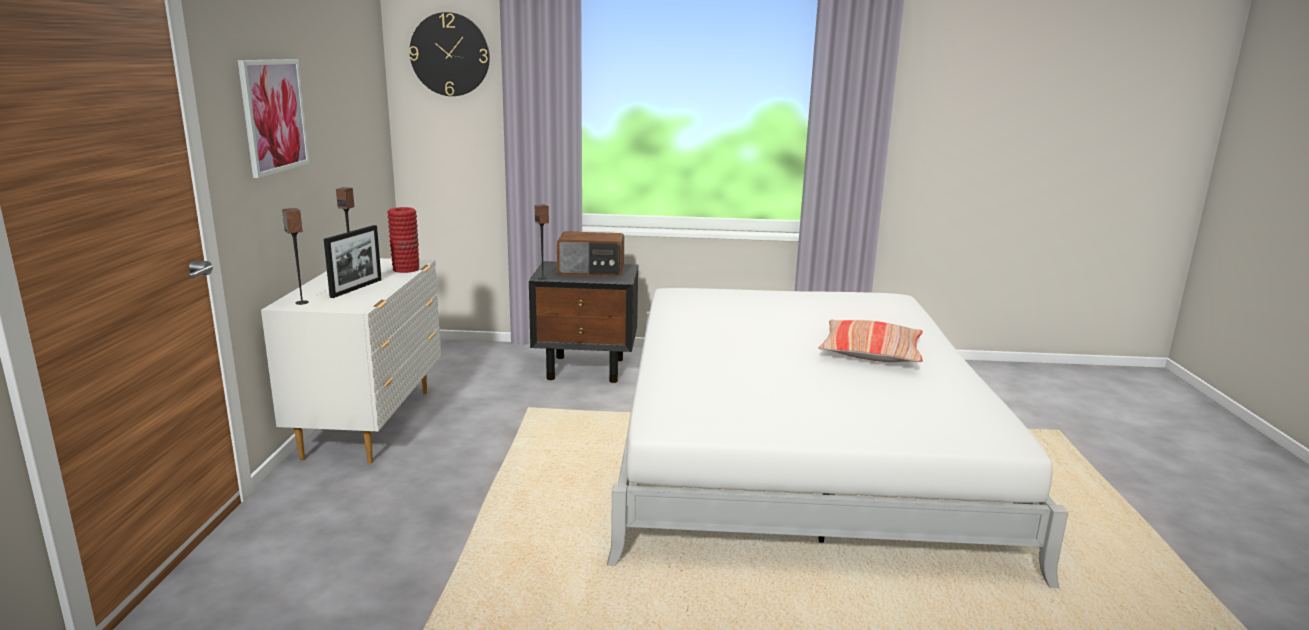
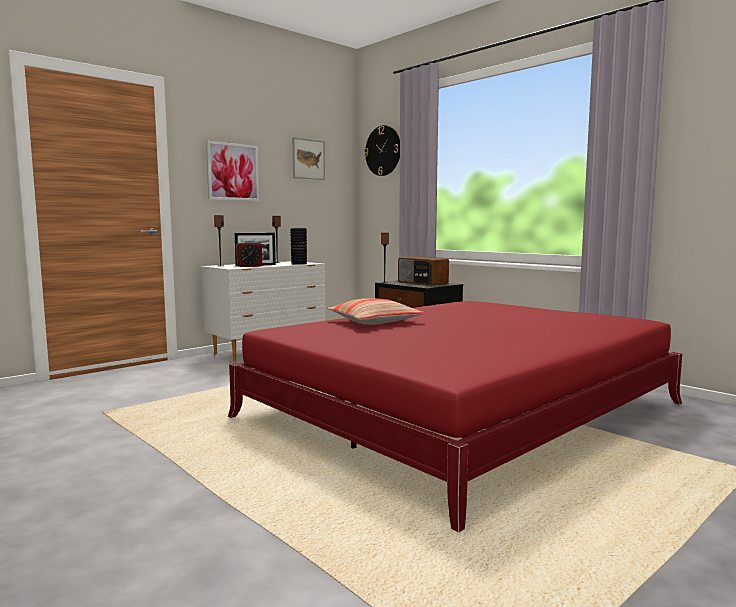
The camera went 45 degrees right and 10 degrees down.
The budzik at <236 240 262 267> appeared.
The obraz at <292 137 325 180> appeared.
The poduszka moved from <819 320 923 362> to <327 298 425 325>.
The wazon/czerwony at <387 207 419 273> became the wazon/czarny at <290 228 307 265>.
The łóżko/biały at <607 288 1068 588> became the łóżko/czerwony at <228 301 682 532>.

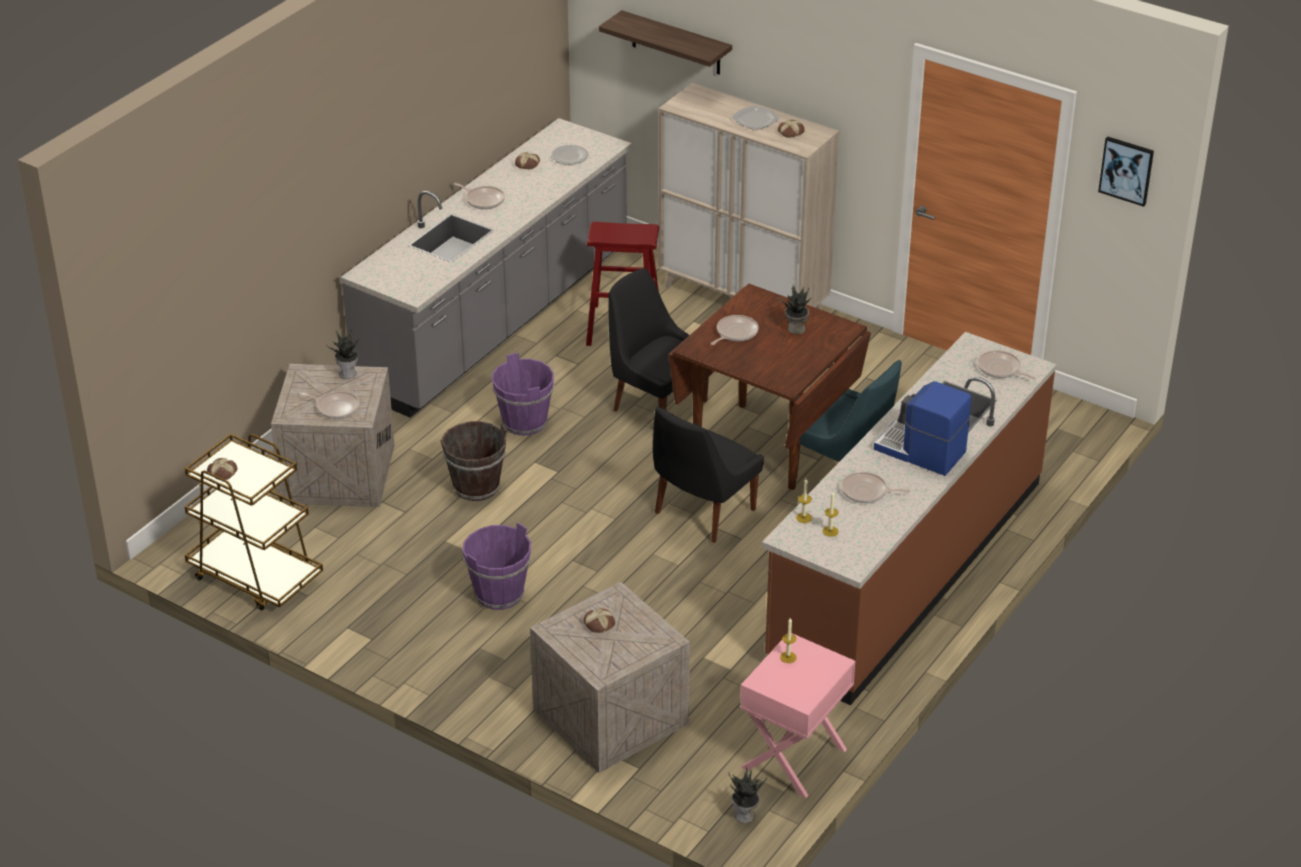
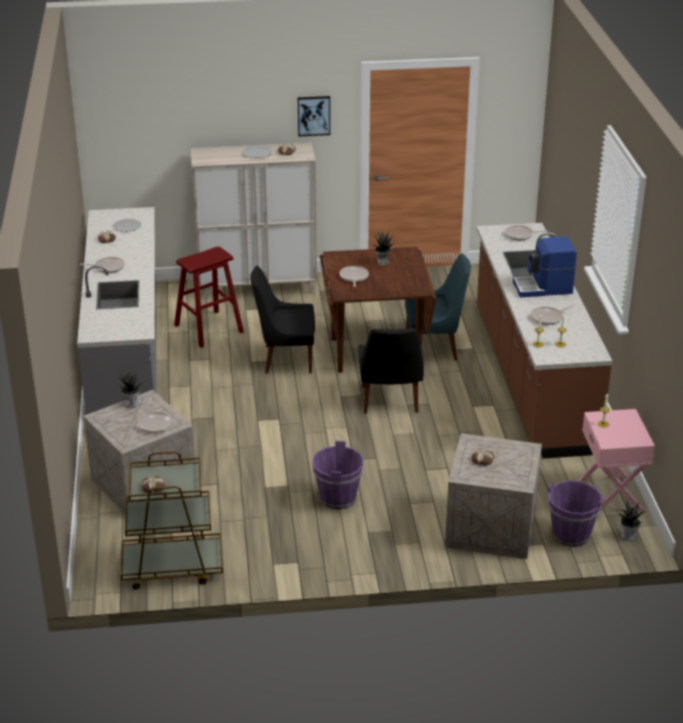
The camera went 40 degrees left and 5 degrees down.
The wiadro/brązowy at <440 421 507 501> disappeared.
The półka at <599 10 732 74> disappeared.
The wiadro/fioletowy moved from <492 353 554 435> to <548 481 604 547>.
The obraz moved from <1098 136 1154 207> to <298 96 330 136>.

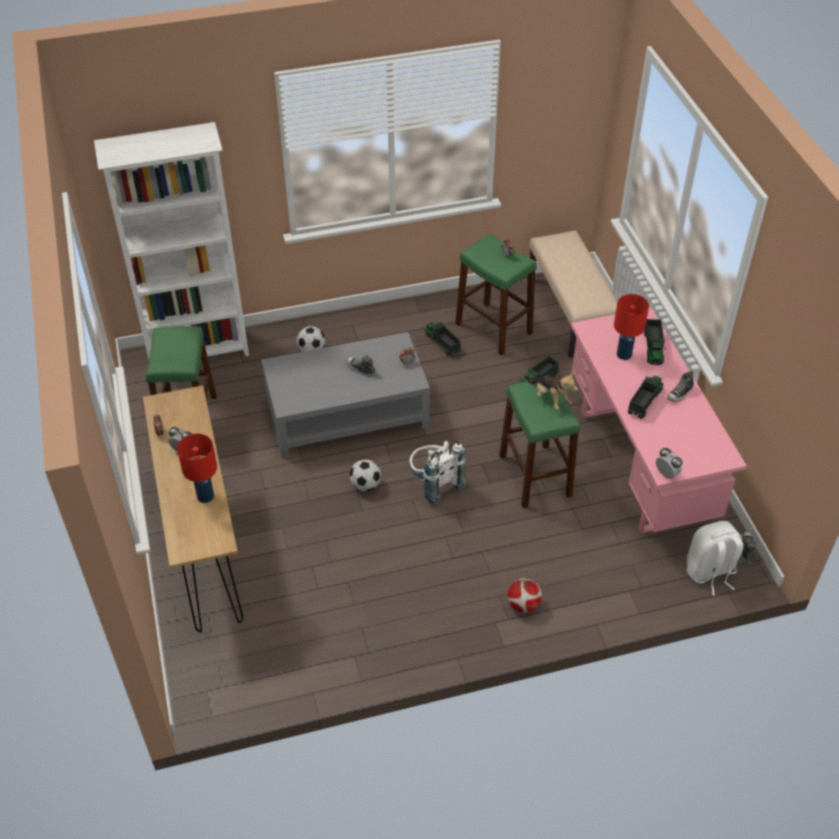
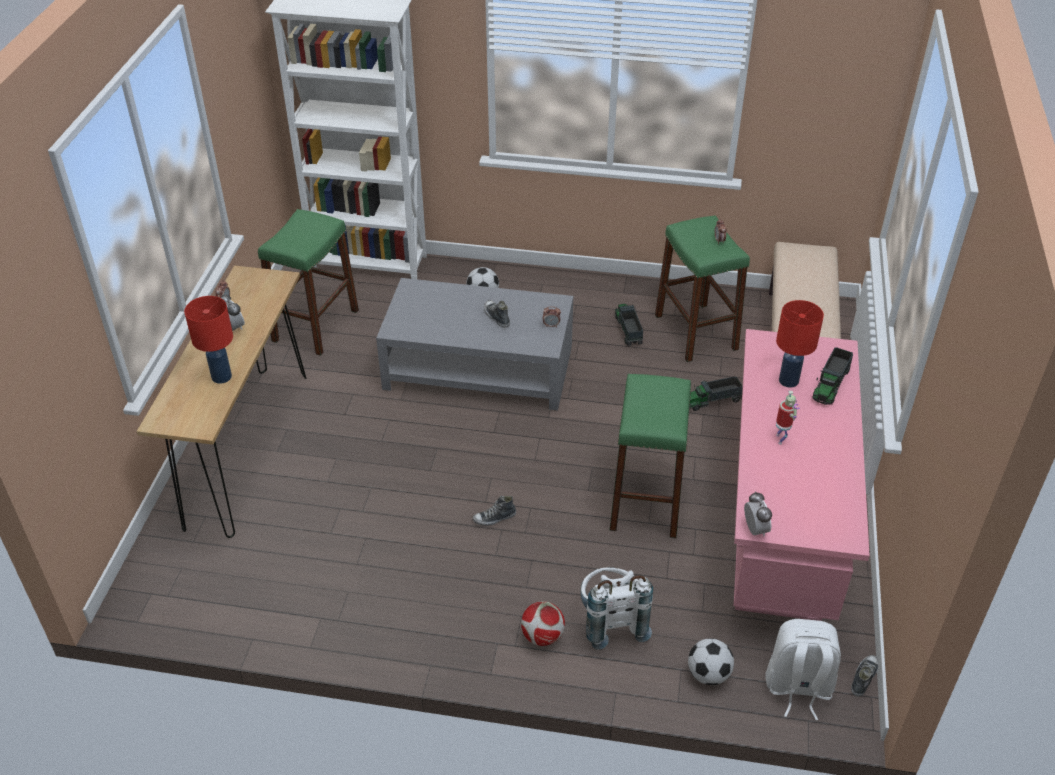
The camera went 25 degrees right and 5 degrees down.
The pluszak at <528 372 578 410> disappeared.
The piłka futbolowa moved from <349 459 381 491> to <688 638 734 685>.
The plecak/biały moved from <409 441 466 505> to <580 567 653 650>.
The but moved from <667 371 694 402> to <473 496 516 526>.
The ciężarówka zabawkowa at <628 376 664 419> was replaced by the robot zabawkowy at <776 391 800 445>.

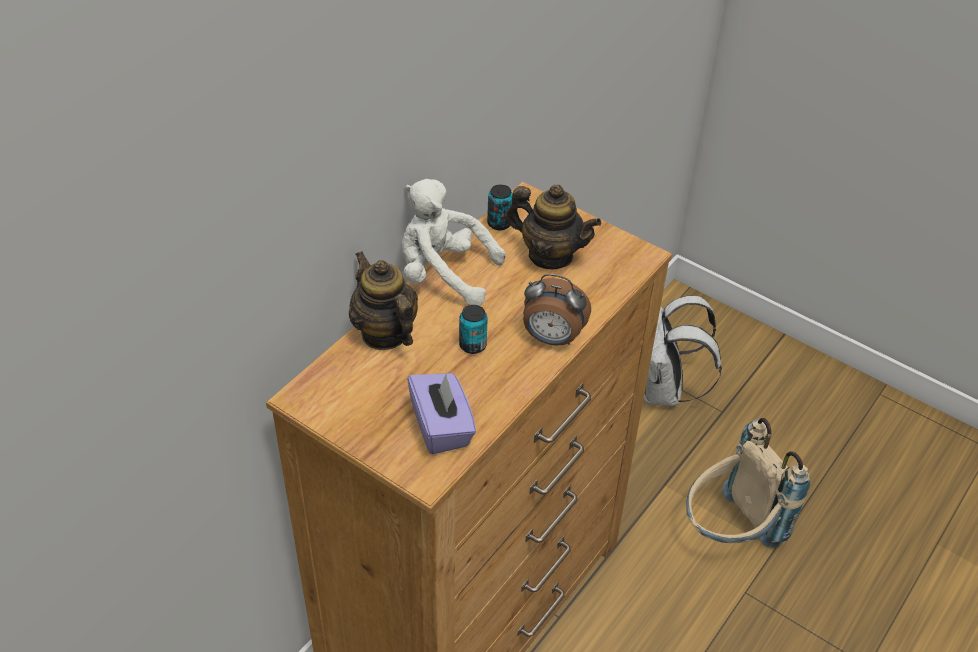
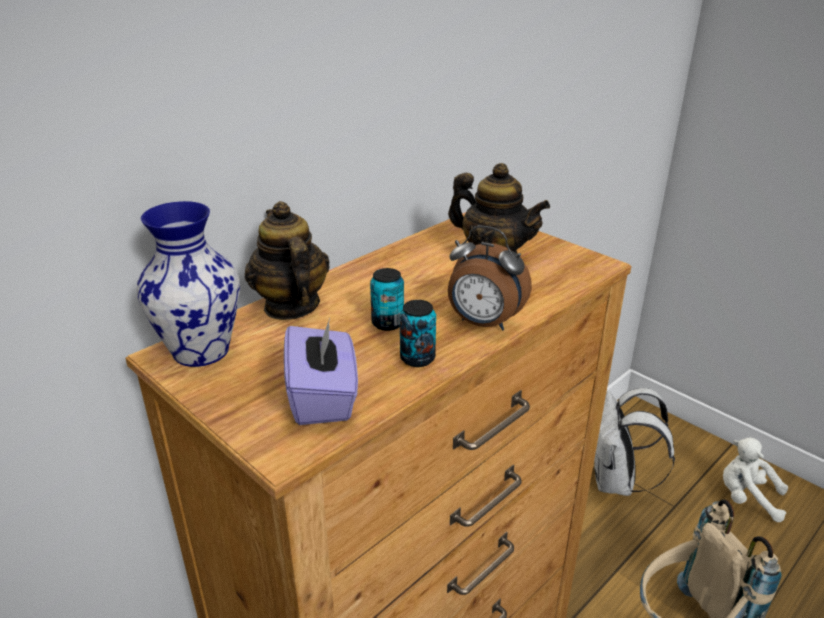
The camera went 10 degrees right and 15 degrees down.
The wazon at <137 201 240 367> appeared.
The pluszak/biały moved from <402 179 505 306> to <723 437 788 522>.
The puszka moved from <487 184 513 230> to <400 300 436 367>.

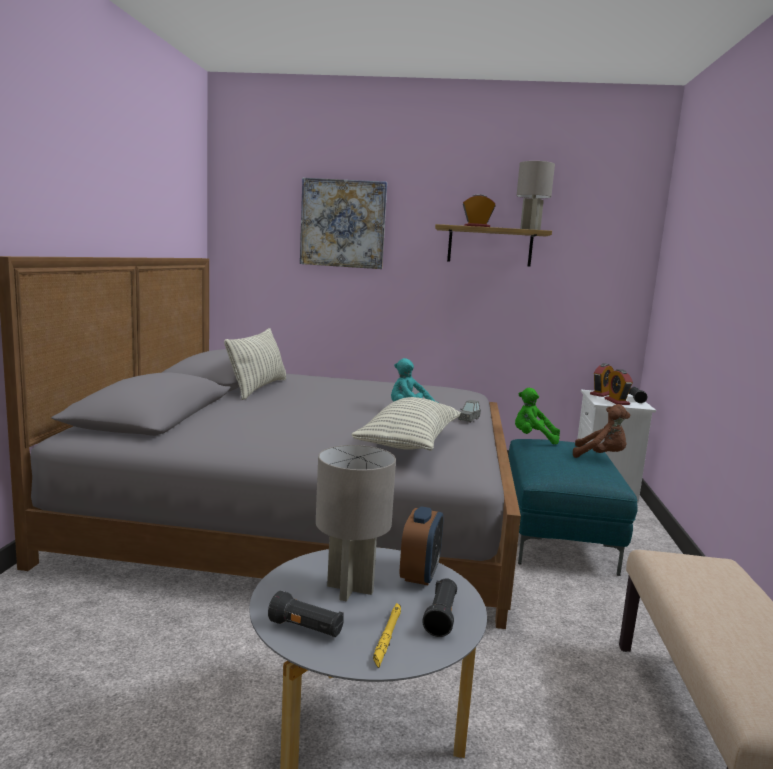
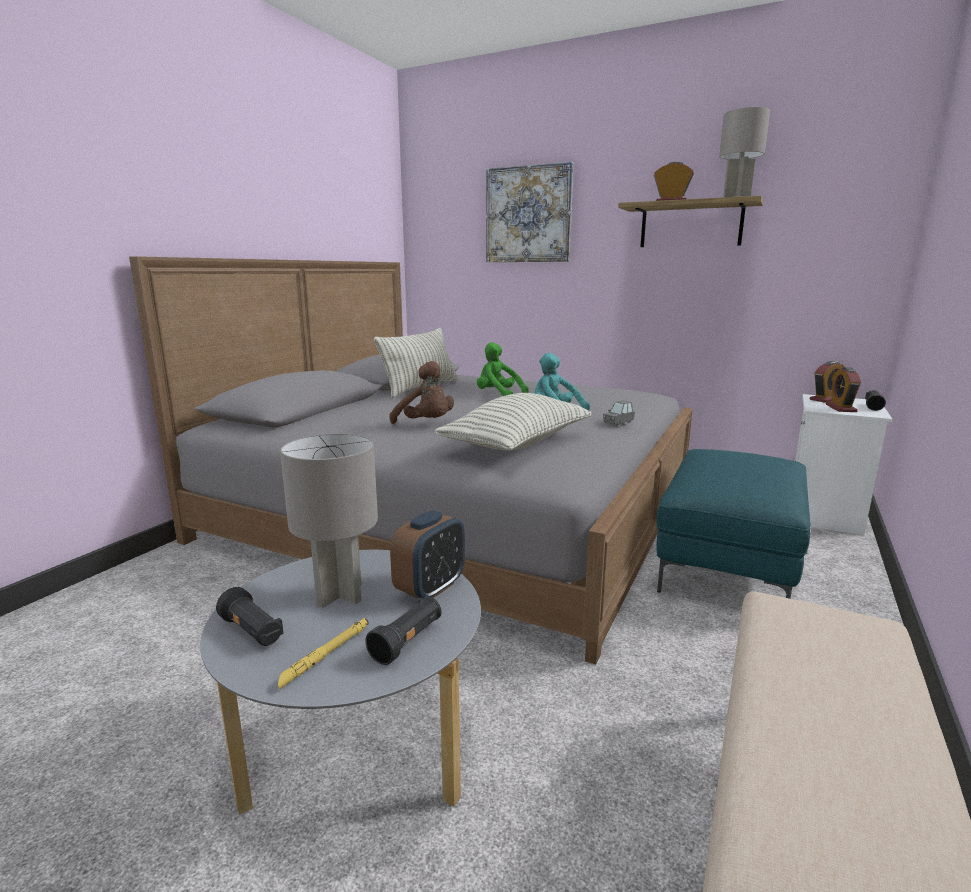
The camera went 20 degrees right and 5 degrees up.
The pluszak/zielony moved from <515 388 560 445> to <477 342 529 396>.
The pluszak/brązowy moved from <573 404 630 458> to <389 361 454 424>.

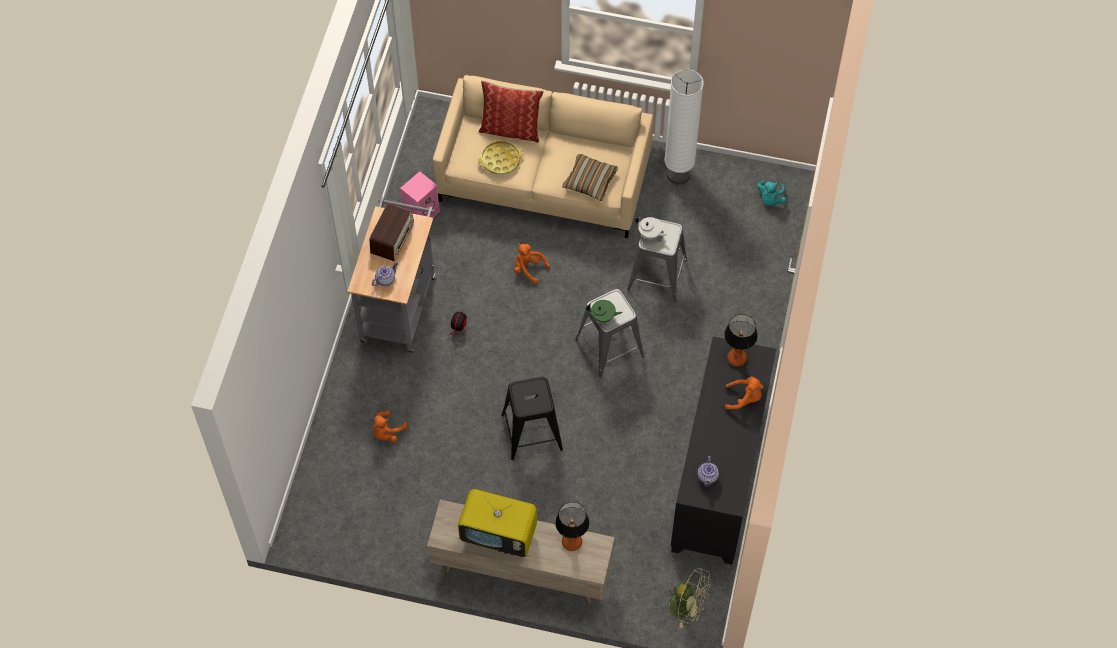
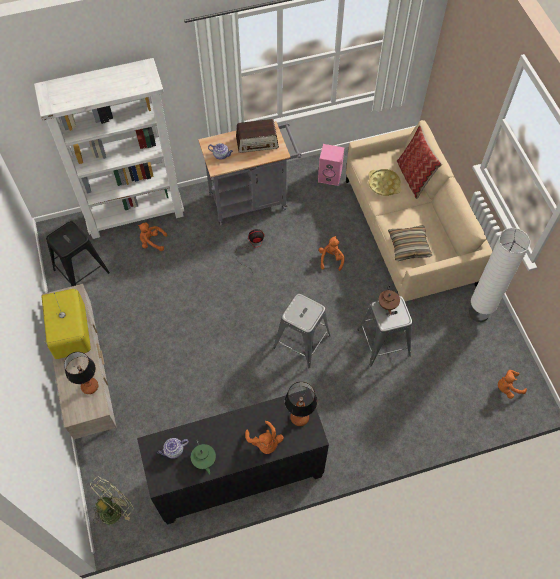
The camera went 60 degrees right and 0 degrees up.
The regał/biały at <34 58 184 239> appeared.
The stołek/czarny moved from <501 377 563 460> to <46 221 110 286>.
The imbryk/zielony moved from <586 300 623 323> to <191 440 216 475>.
The imbryk/biały at <635 217 667 239> became the imbryk/brązowy at <379 285 400 314>.
The pluszak/turkusowy at <757 180 786 206> became the pluszak/pomarańczowy at <498 370 527 399>.
The wentylator/zielony at <665 568 711 628> turned 135 degrees counterclockwise.

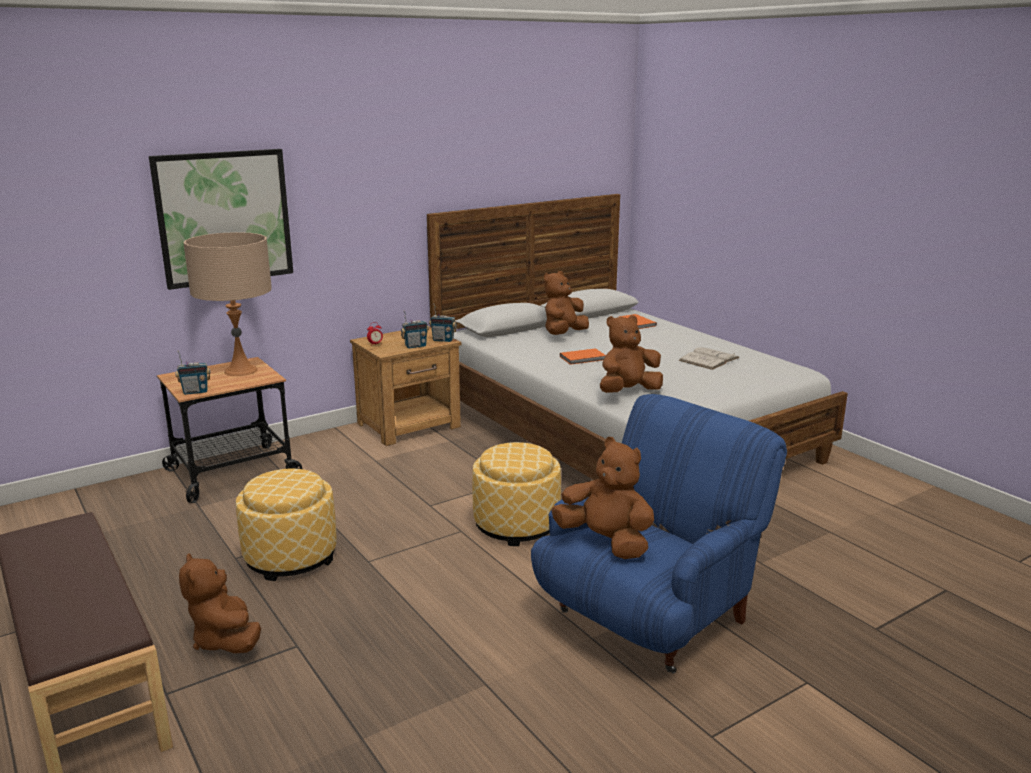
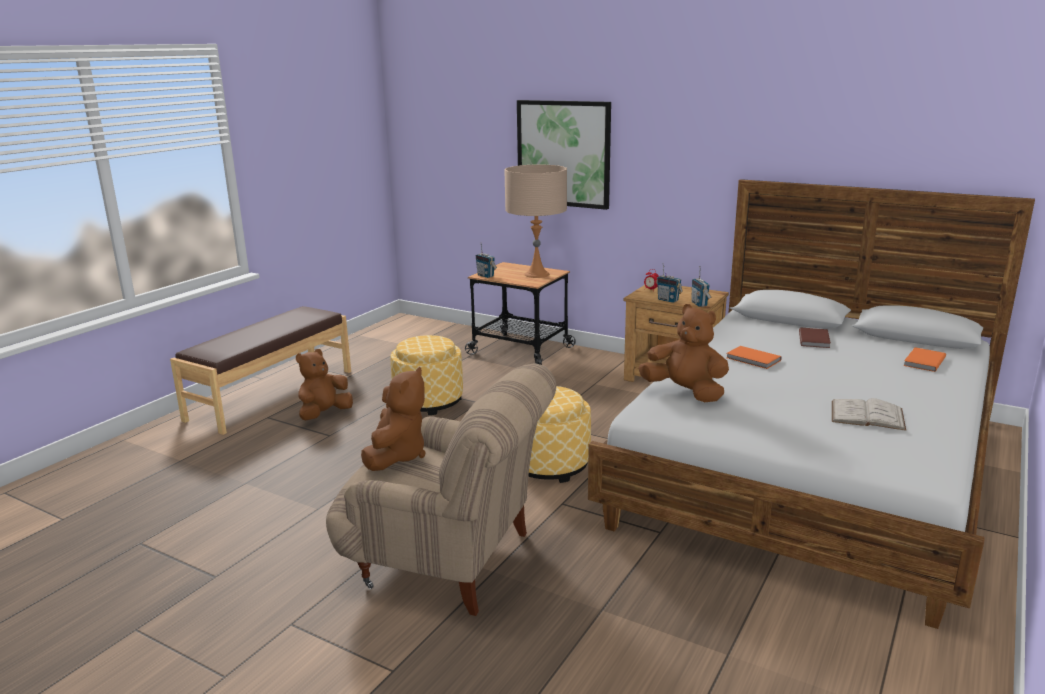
The camera went 65 degrees right and 0 degrees up.
The pluszak/brązowy at <544 271 589 335> was replaced by the książka/brązowy at <799 328 831 348>.
The fotel/niebieski at <531 394 787 674> became the fotel/beżowy at <326 364 556 616>.

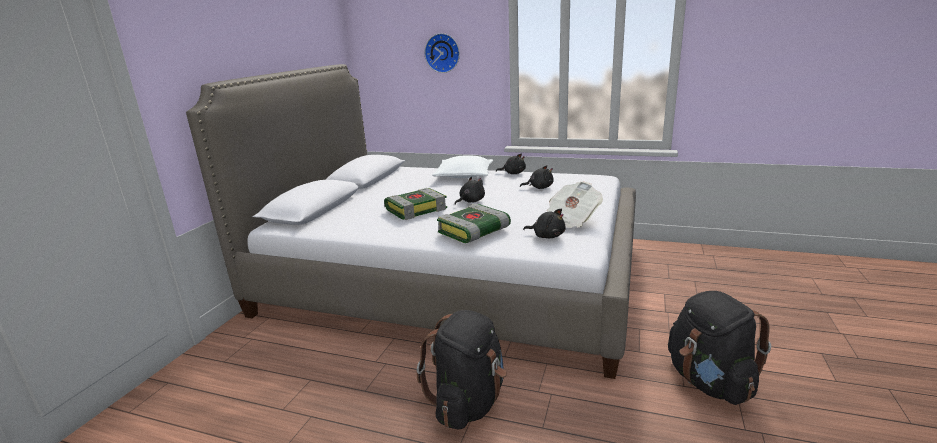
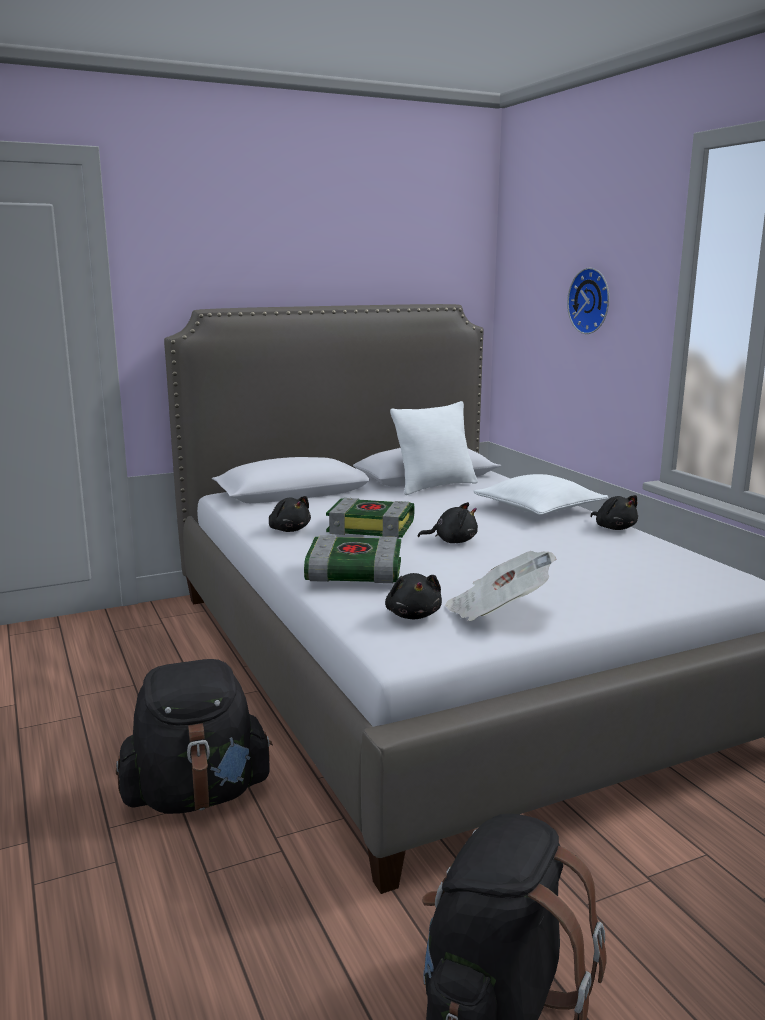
The camera went 45 degrees right and 5 degrees down.
The poduszka/biały at <390 401 478 495> appeared.
The pluszak/czarny moved from <520 165 554 189> to <269 496 311 532>.

